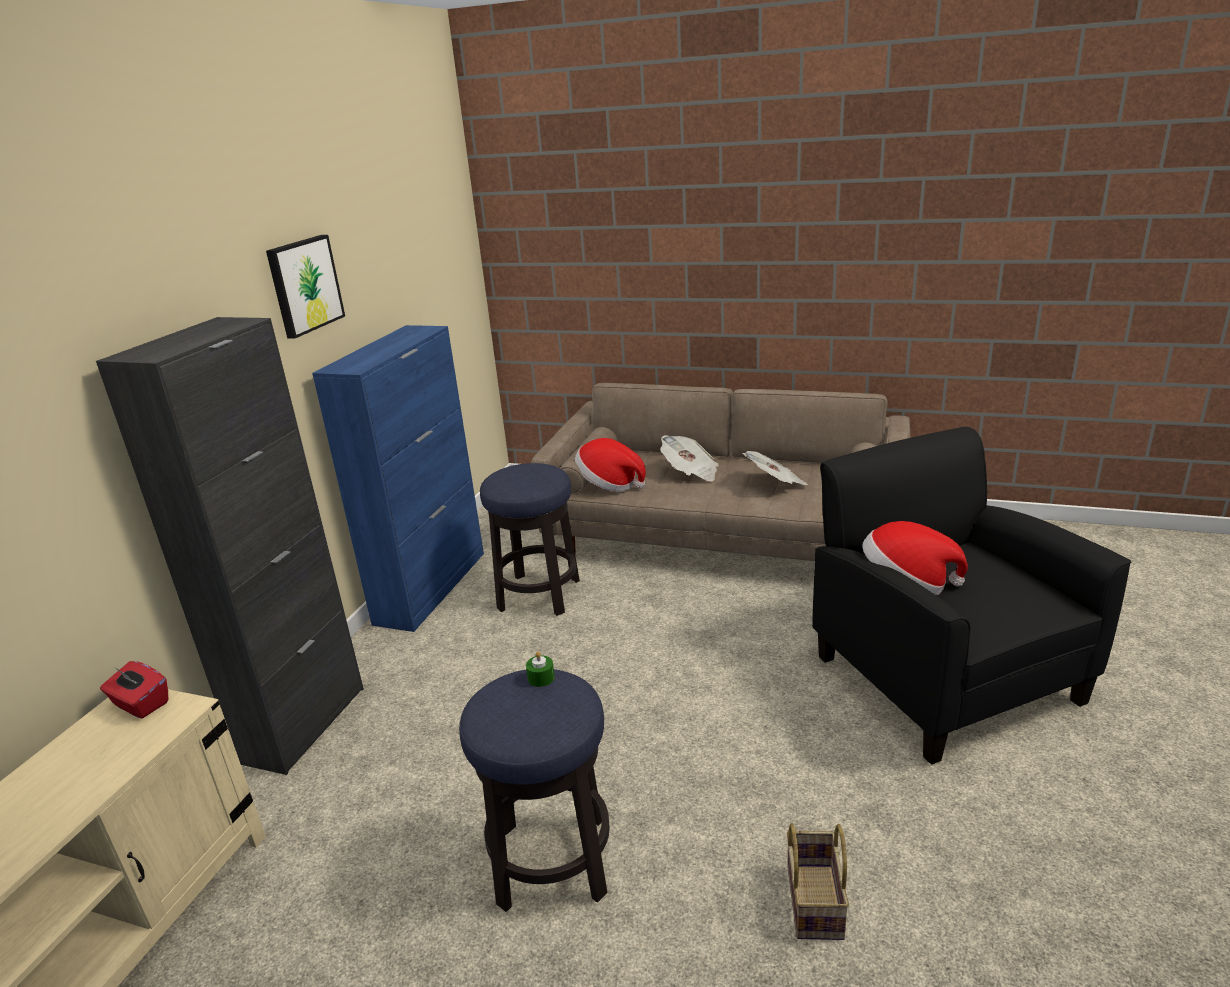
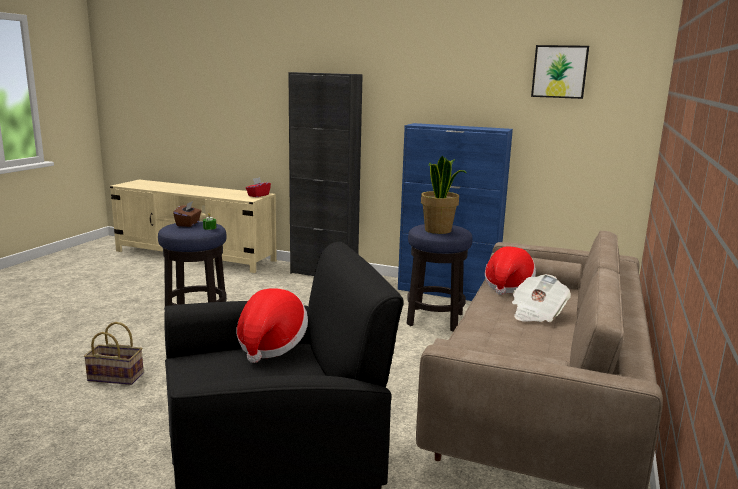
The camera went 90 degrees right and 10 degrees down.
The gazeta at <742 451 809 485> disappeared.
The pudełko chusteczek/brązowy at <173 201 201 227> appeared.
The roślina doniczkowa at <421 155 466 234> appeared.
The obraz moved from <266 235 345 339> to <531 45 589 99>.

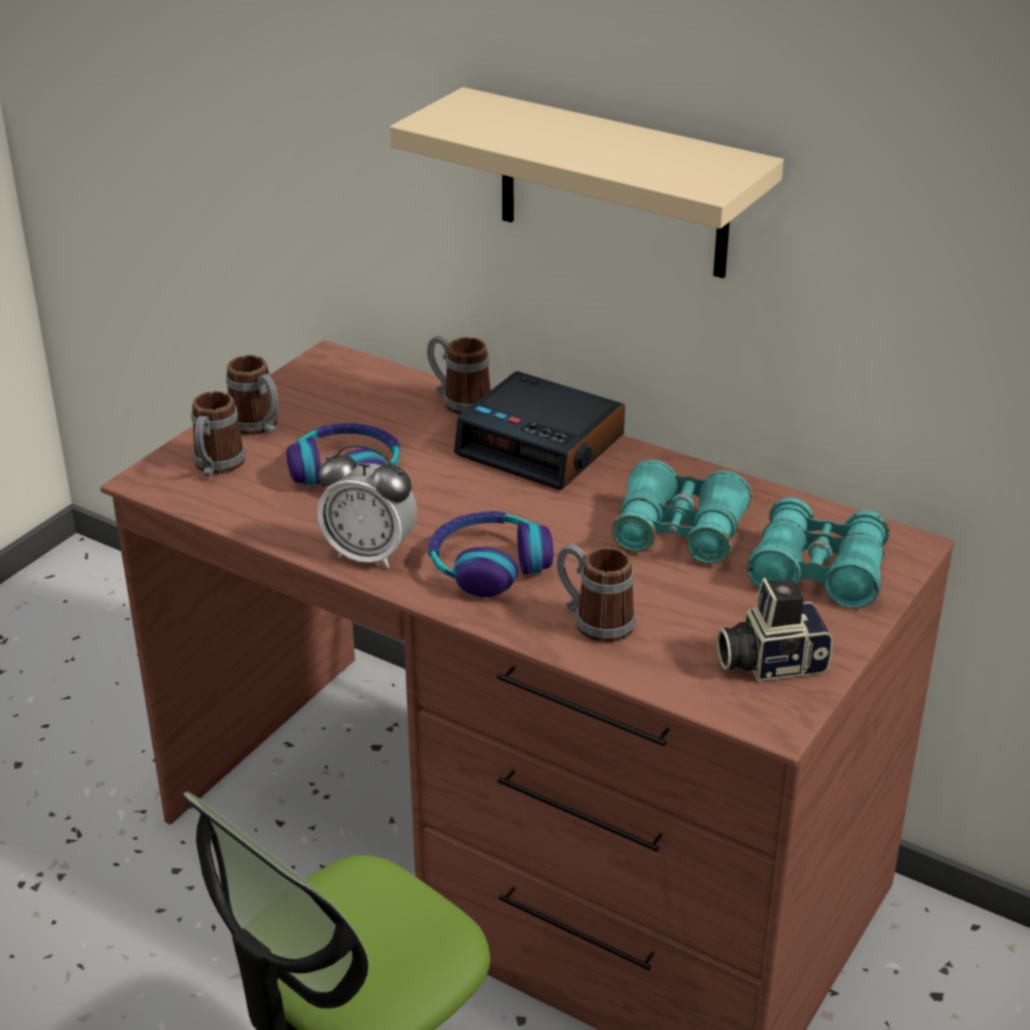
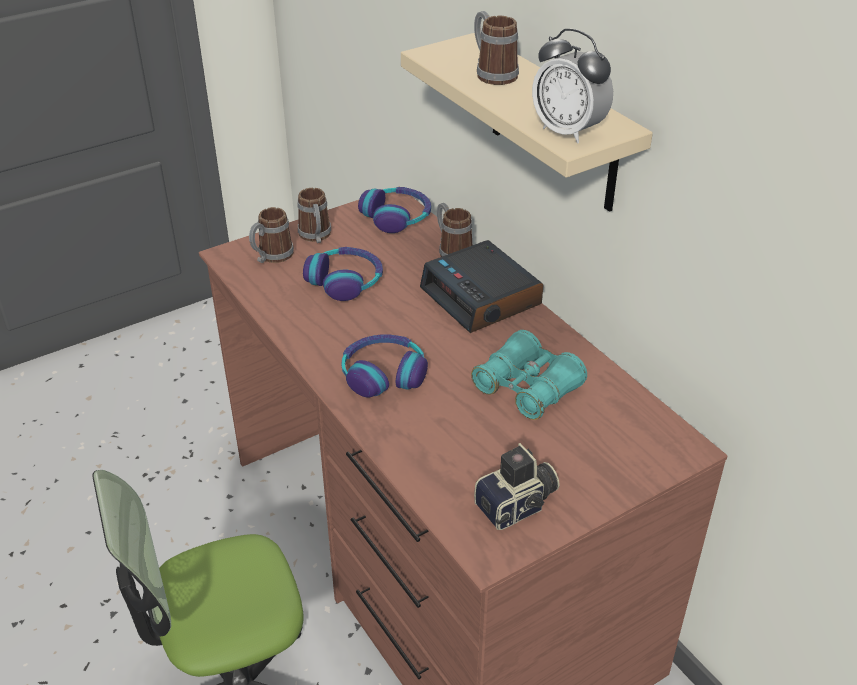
The camera went 25 degrees right and 5 degrees up.
The lornetka/turkusowy at <747 498 890 608> disappeared.
The słuchawki at <358 187 431 233> appeared.
The budzik moved from <317 444 417 569> to <532 28 613 144>.
The kubek moved from <556 544 636 643> to <474 11 519 85>.
The aparat fotograficzny at <716 578 833 681> turned 135 degrees clockwise.

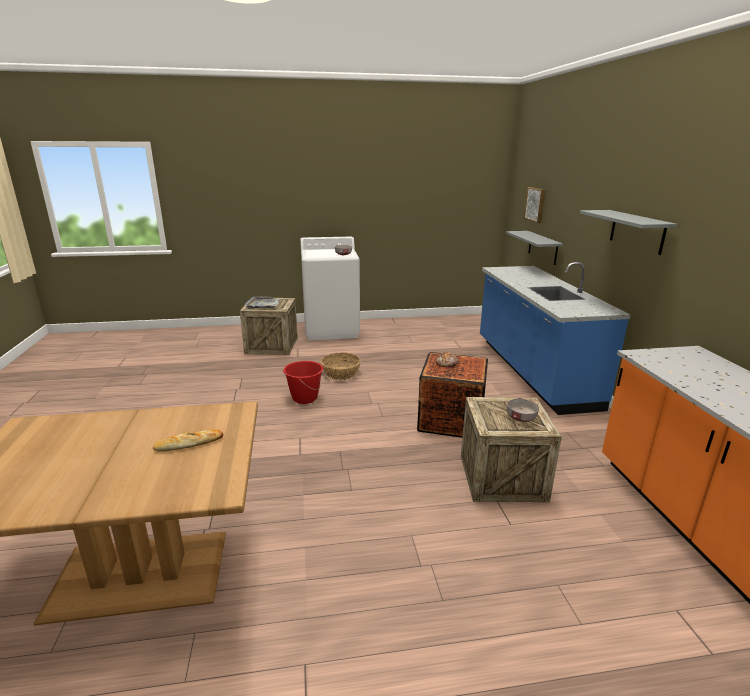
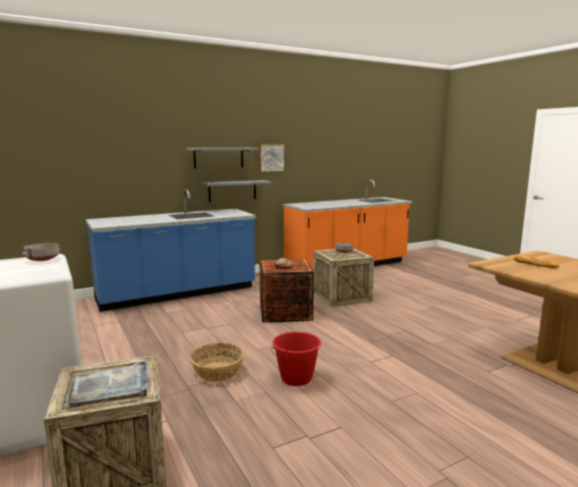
The camera went 110 degrees left and 10 degrees down.
The półka/szary moved from <506 231 563 265> to <201 180 271 202>.
The obraz moved from <524 187 545 223> to <259 144 285 173>.

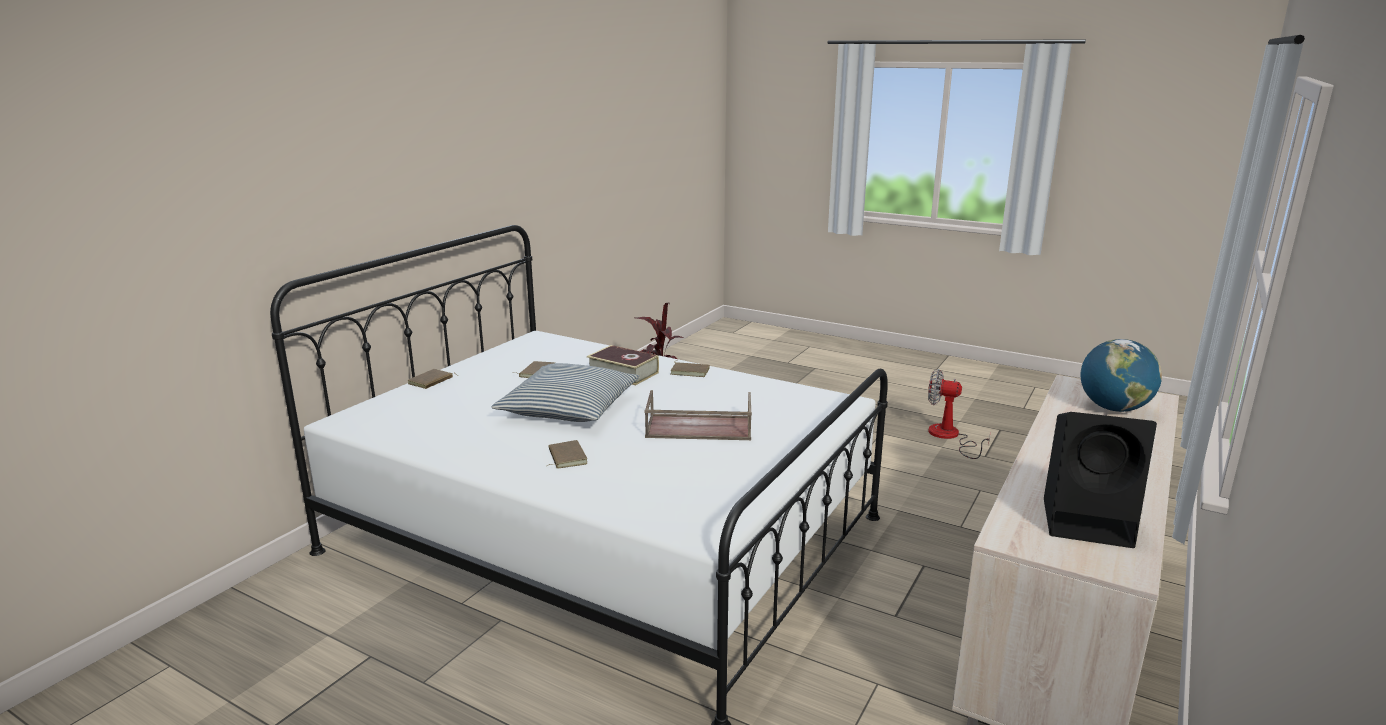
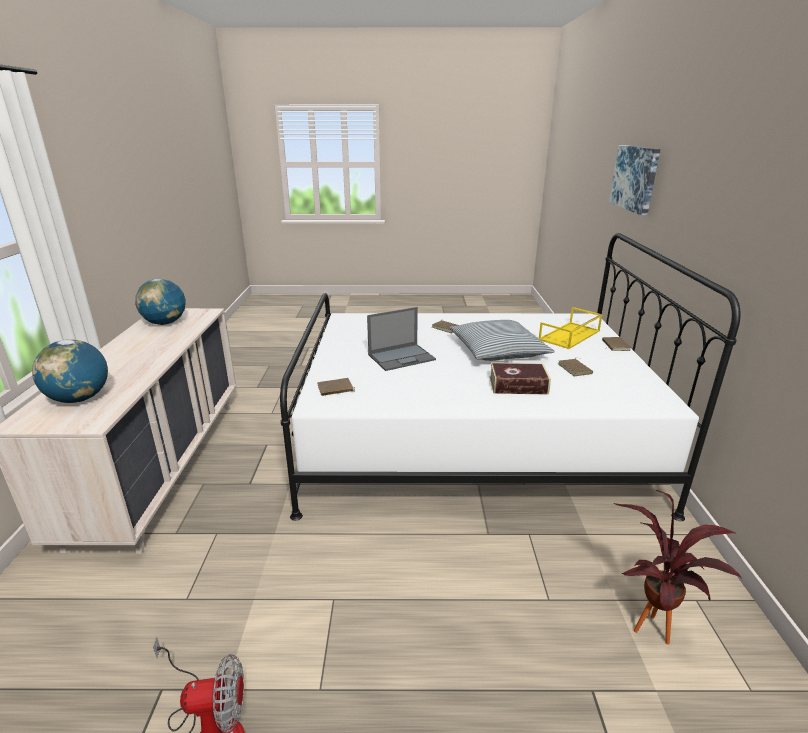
The camera went 150 degrees right and 5 degrees up.
The taca/żółty at <538 307 603 349> appeared.
The obraz at <609 145 661 216> appeared.
The książka/brązowy moved from <670 360 710 377> to <317 378 355 396>.
The taca/brązowy at <645 390 752 440> was replaced by the laptop at <367 307 436 371>.
The głośnik/czarny at <1044 412 1157 548> was replaced by the globus at <135 278 186 325>.

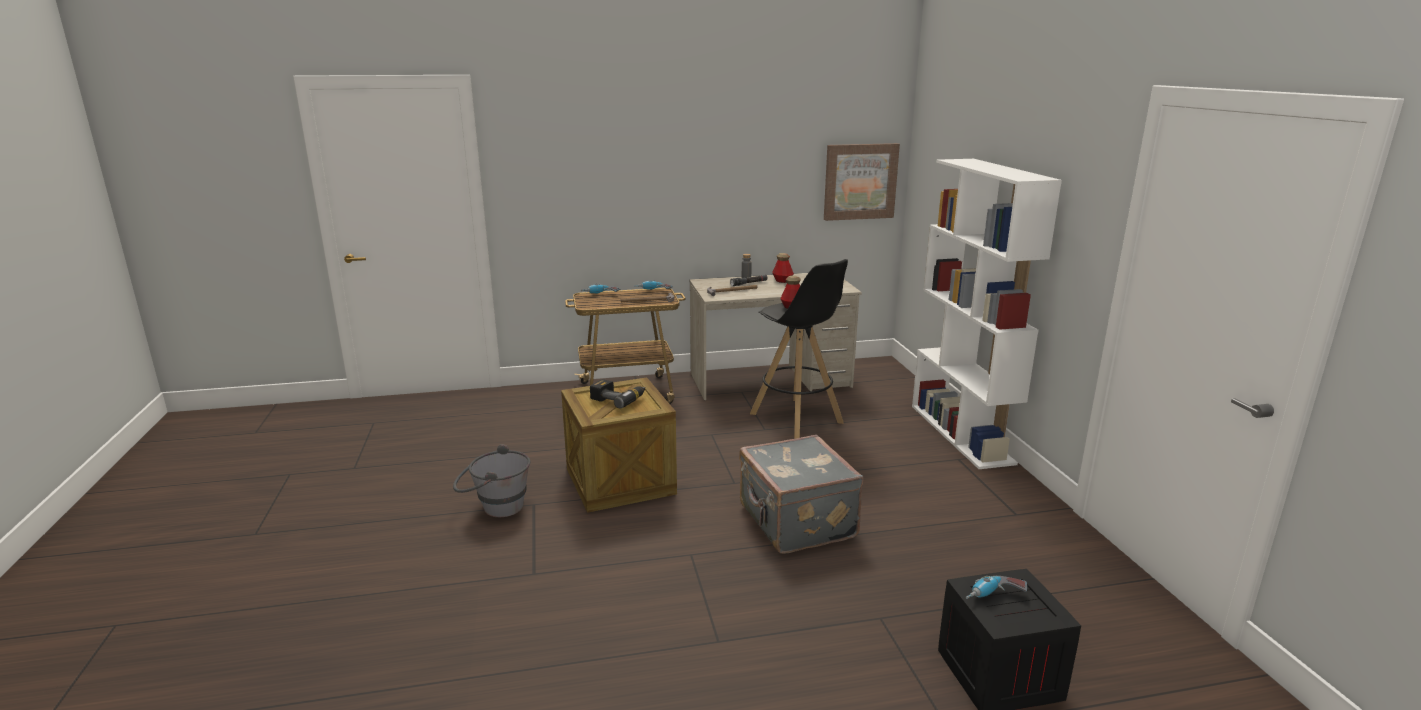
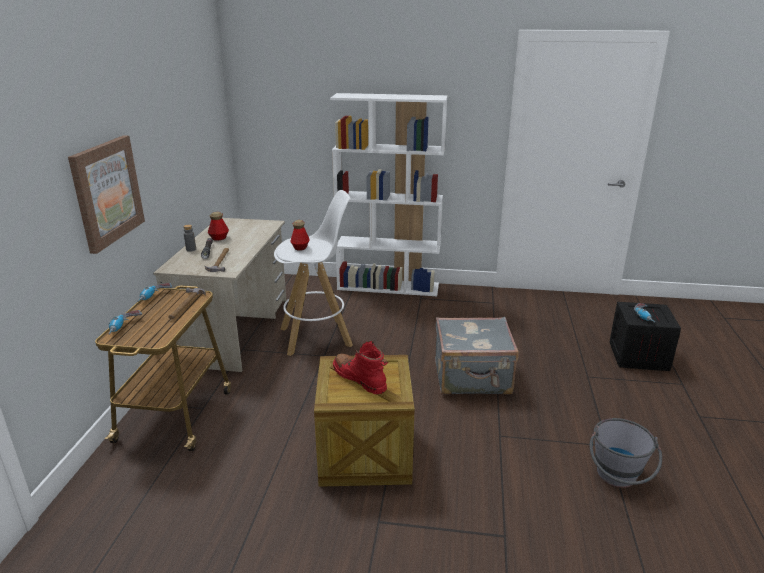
The camera went 70 degrees left and 5 degrees up.
The wiadro/szary moved from <453 444 530 517> to <589 418 662 488>.
The obraz moved from <824 143 900 221> to <68 136 145 254>.
The wiertarka at <590 379 646 408> was replaced by the but z cholewką/czerwony at <333 341 388 394>.
The stołek/czarny at <750 259 848 439> became the stołek/biały at <274 190 353 356>.

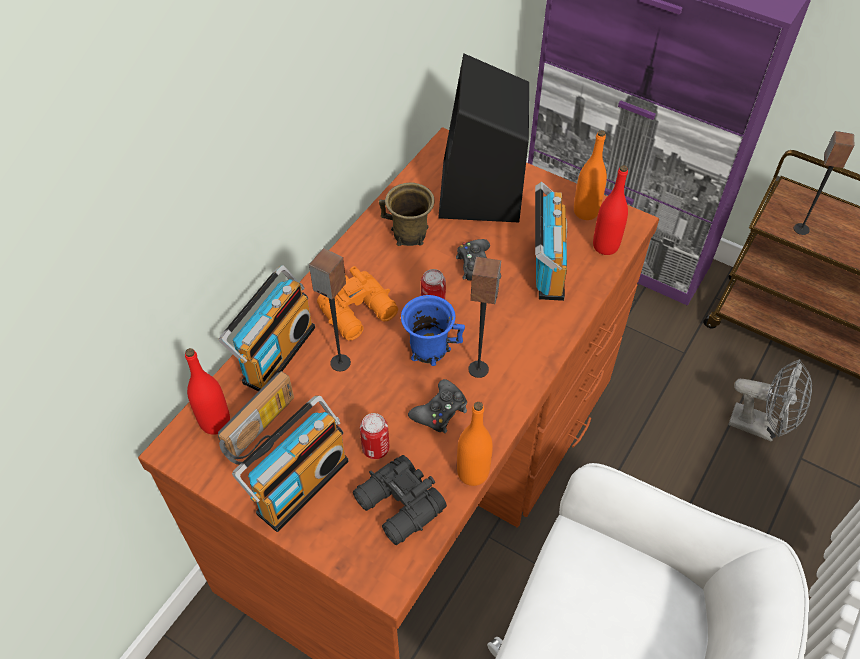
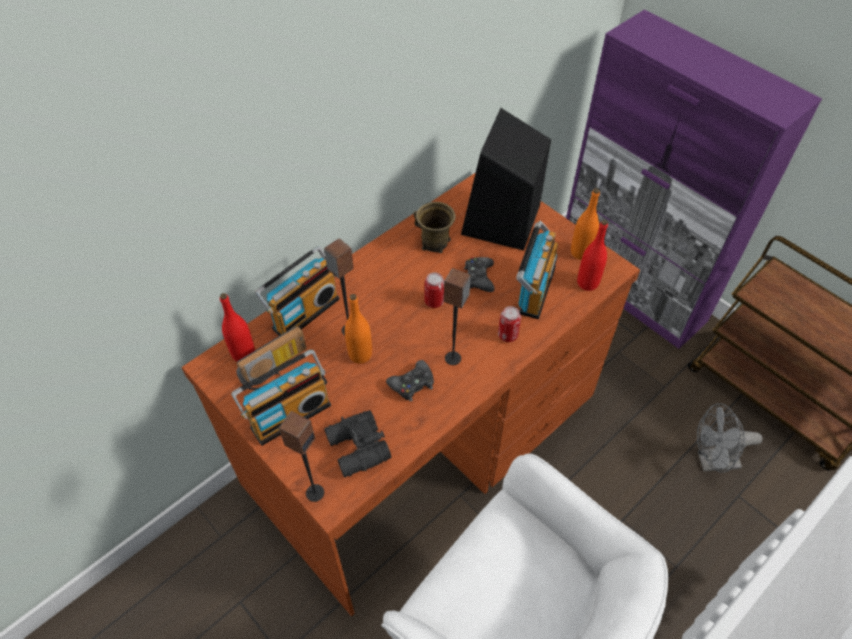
The camera went 15 degrees right and 0 degrees up.
The lornetka/pomarańczowy at <317 266 398 341> disappeared.
The kubek/niebieski at <401 295 465 366> disappeared.
The puszka moved from <360 413 390 459> to <498 306 521 342>.
The butelka/pomarańczowy moved from <457 402 493 486> to <345 294 372 364>.
The głośnik moved from <794 131 854 235> to <279 411 324 502>.
The wentylator/szary at <728 359 812 442> turned 135 degrees clockwise.

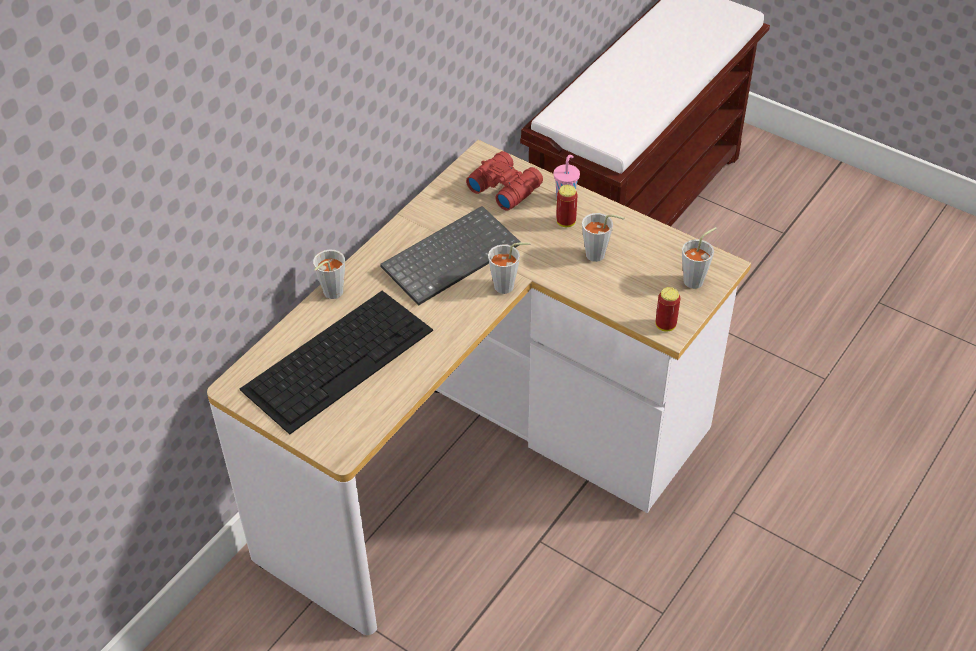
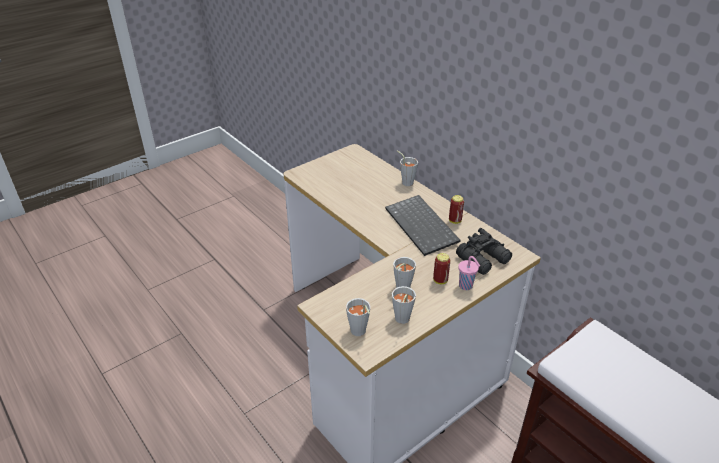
The camera went 105 degrees right and 10 degrees down.
The klawiatura at <240 291 433 434> disappeared.
The filiżanka/szary moved from <488 242 531 294> to <392 286 416 324>.
The puszka moved from <656 287 680 332> to <449 195 464 224>.
The lornetka/czerwony at <466 151 543 211> became the lornetka/czarny at <456 228 512 275>.

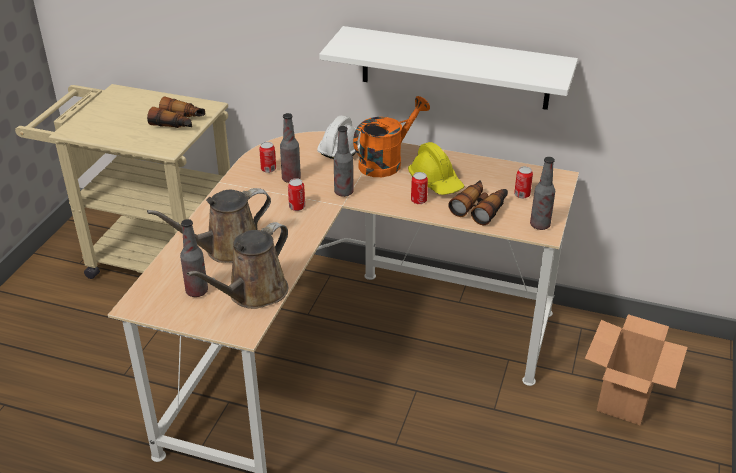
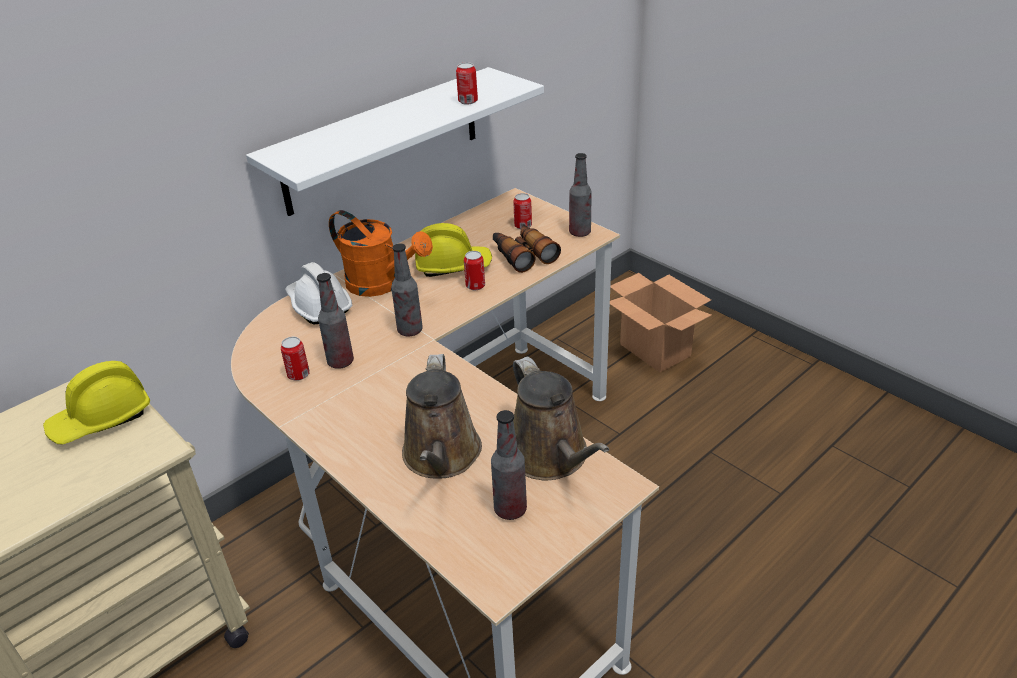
The camera went 60 degrees left and 0 degrees up.
The puszka moved from <288 178 305 211> to <456 62 478 105>.
The lornetka at <147 97 205 128> was replaced by the kask/żółty at <43 361 150 445>.
The konewka/pomarańczowy at <353 96 430 177> turned 135 degrees clockwise.

